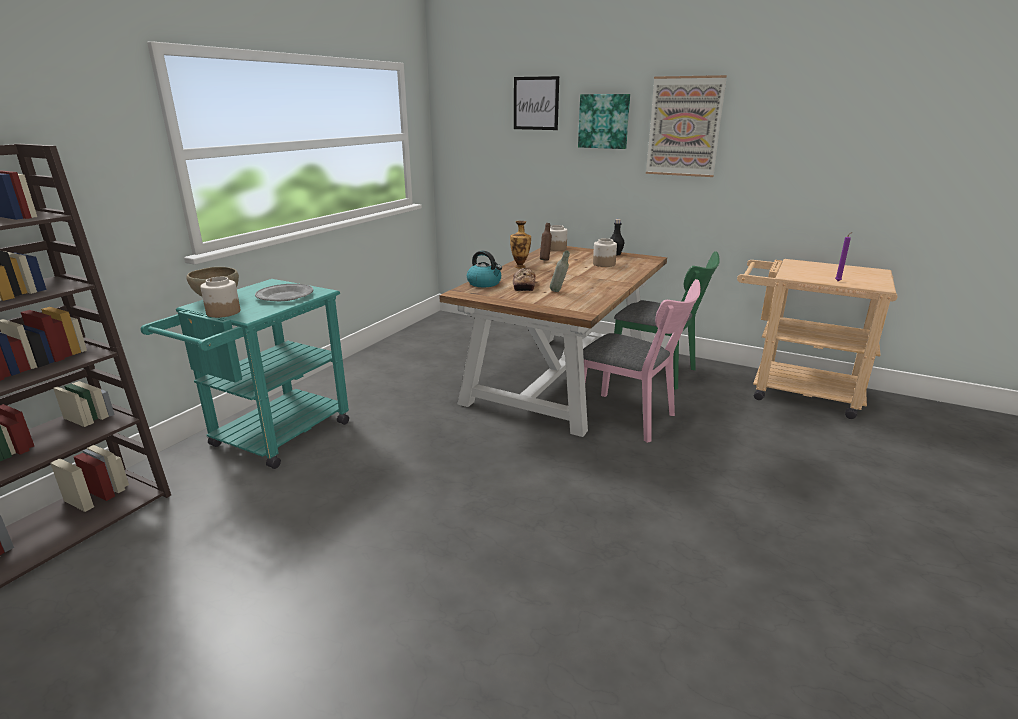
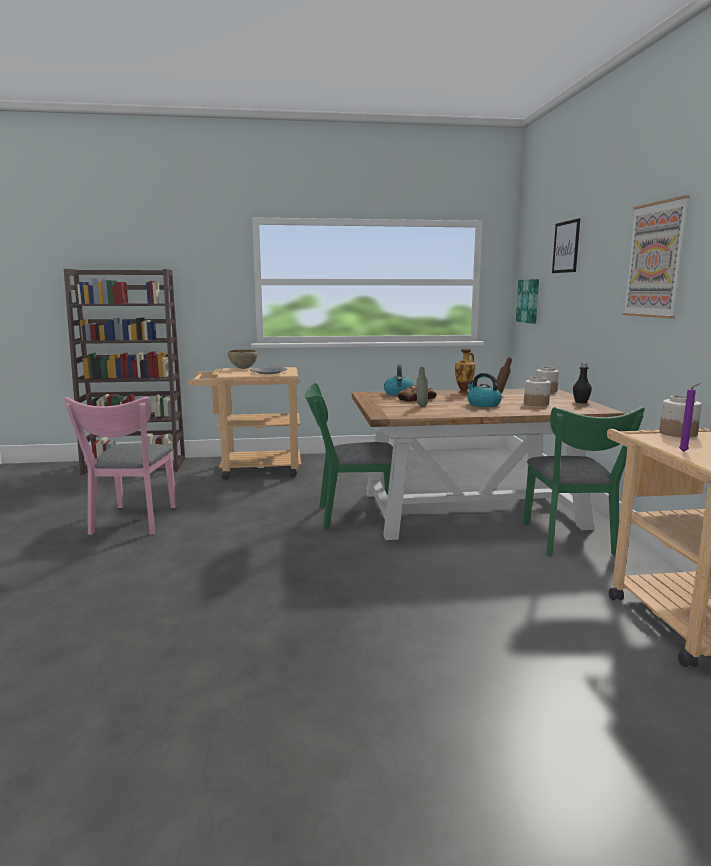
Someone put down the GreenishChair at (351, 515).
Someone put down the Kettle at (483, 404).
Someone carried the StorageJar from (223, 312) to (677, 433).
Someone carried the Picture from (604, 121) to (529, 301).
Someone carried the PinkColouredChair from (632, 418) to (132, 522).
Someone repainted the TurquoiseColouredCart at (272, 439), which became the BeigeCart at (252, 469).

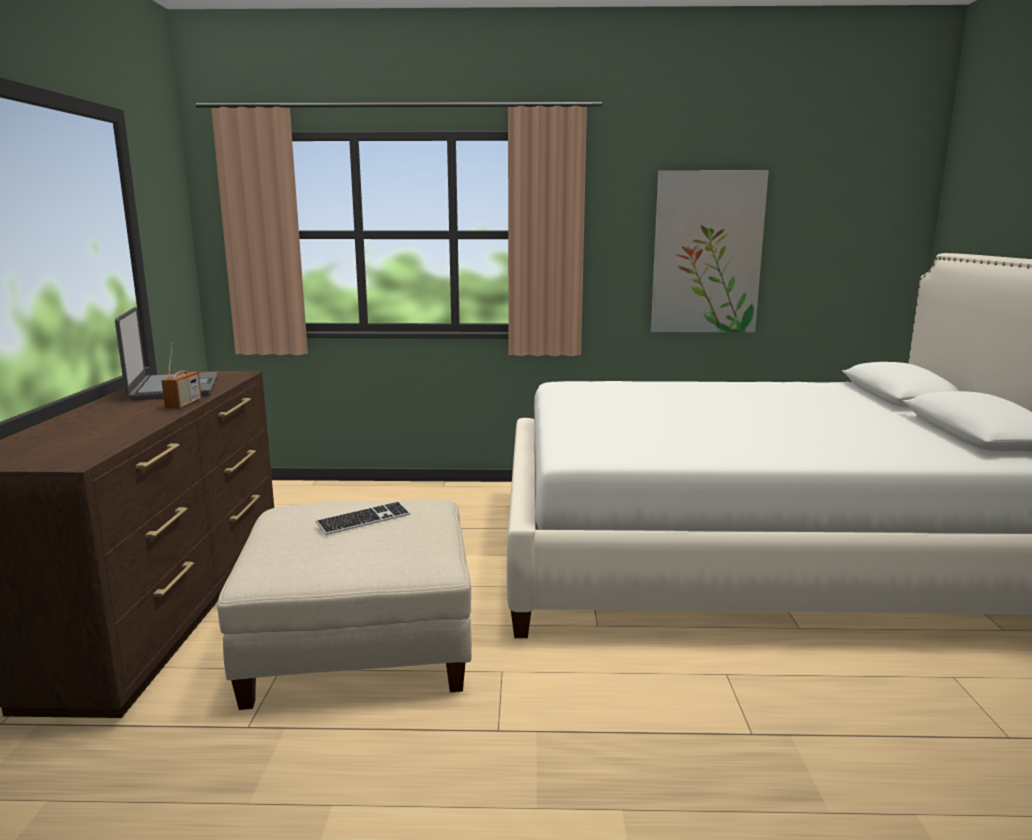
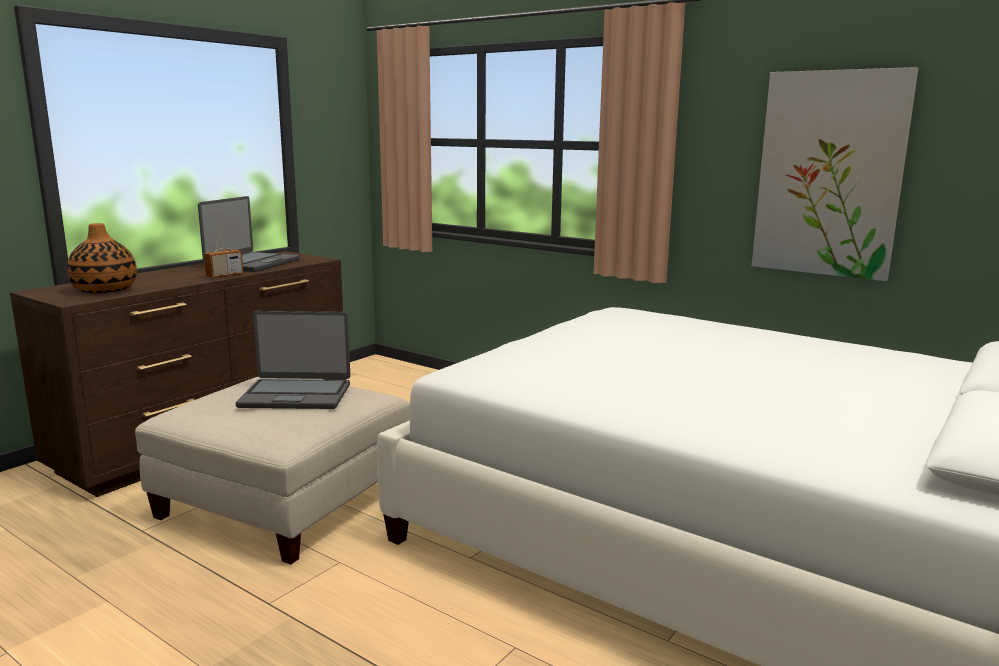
Someone put down the Vase at (105, 290).
Someone swapped the Keyboard at (364, 520) for the NotebookComputer at (296, 395).

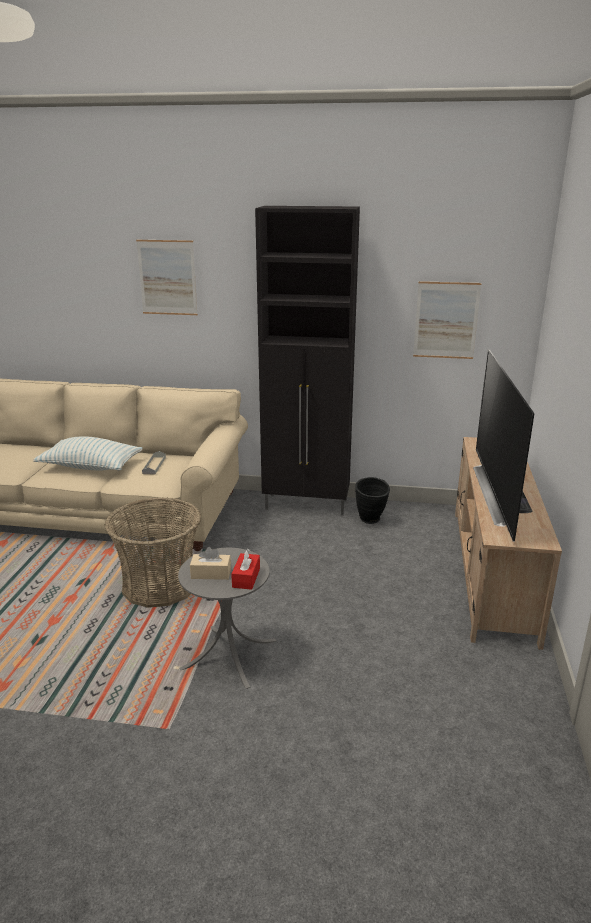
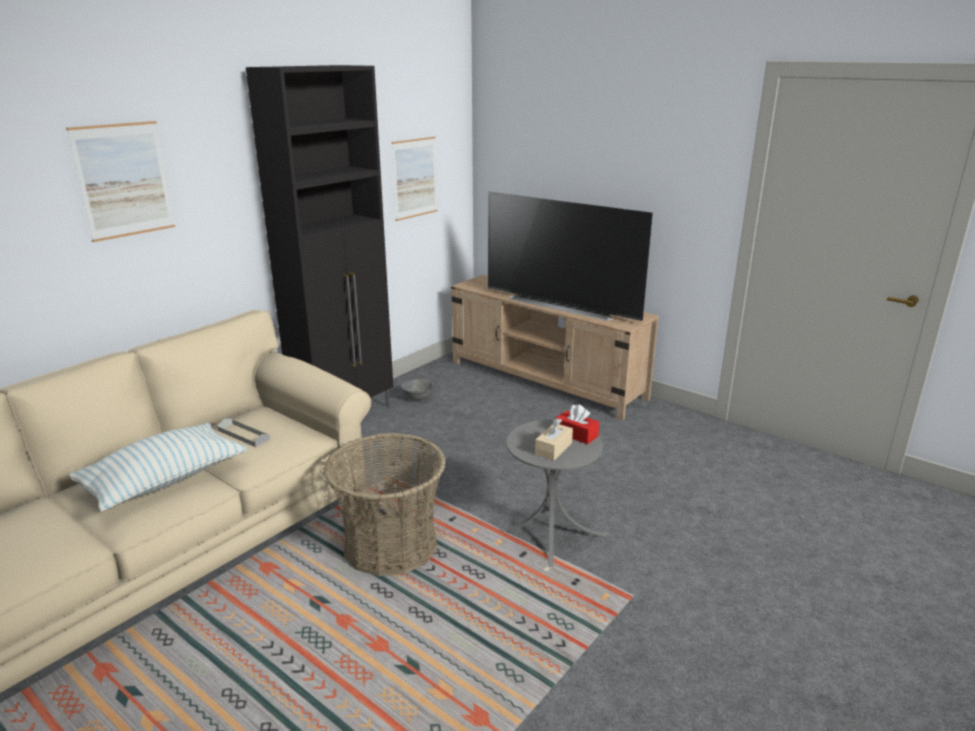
Someone swapped the BlackishVase at (371, 521) for the GreyBowl at (417, 398).

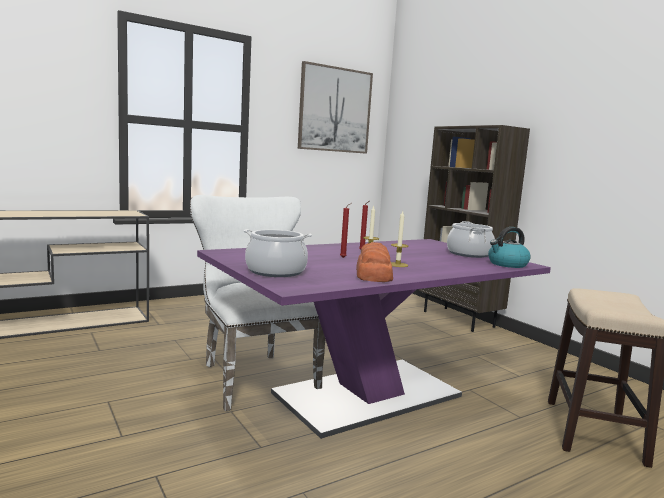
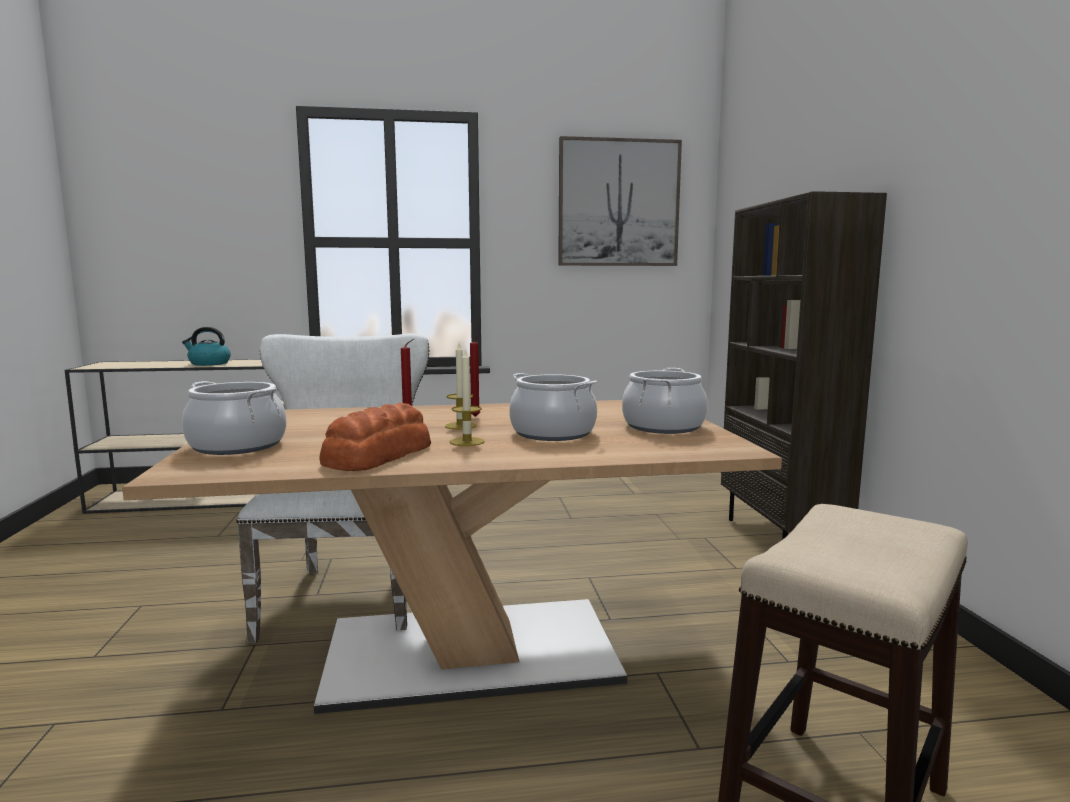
Someone put down the Saucepot at (553, 433).
Someone carried the Kettle from (507, 264) to (208, 363).
Someone repainted the PurplishKitchenTable at (368, 394), which became the BrownColouredKitchenTable at (471, 652).

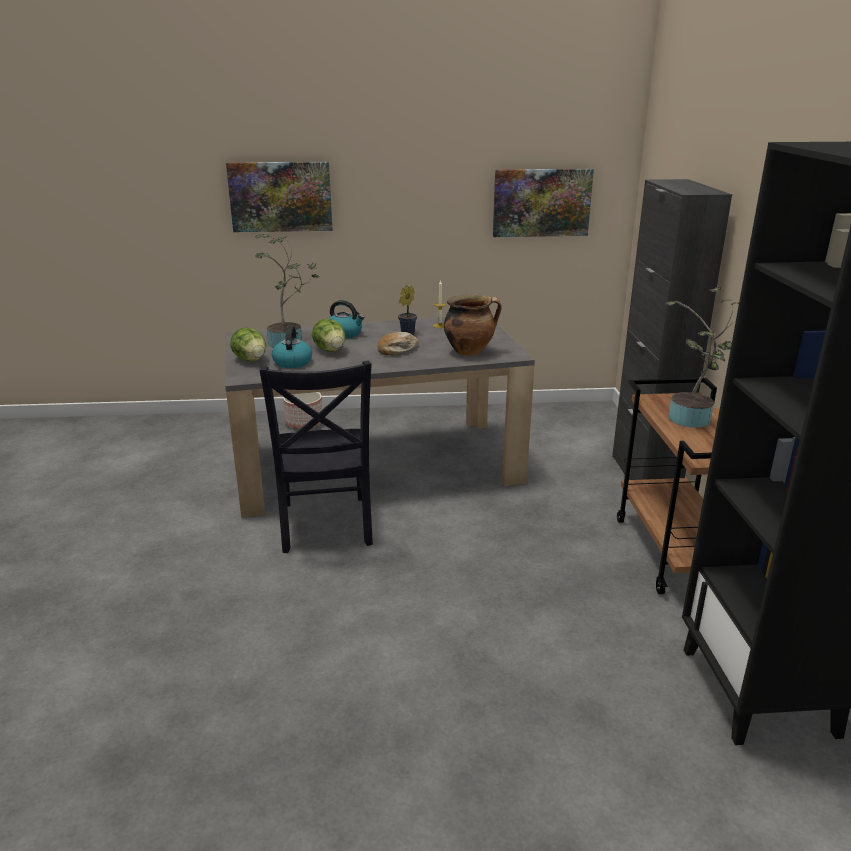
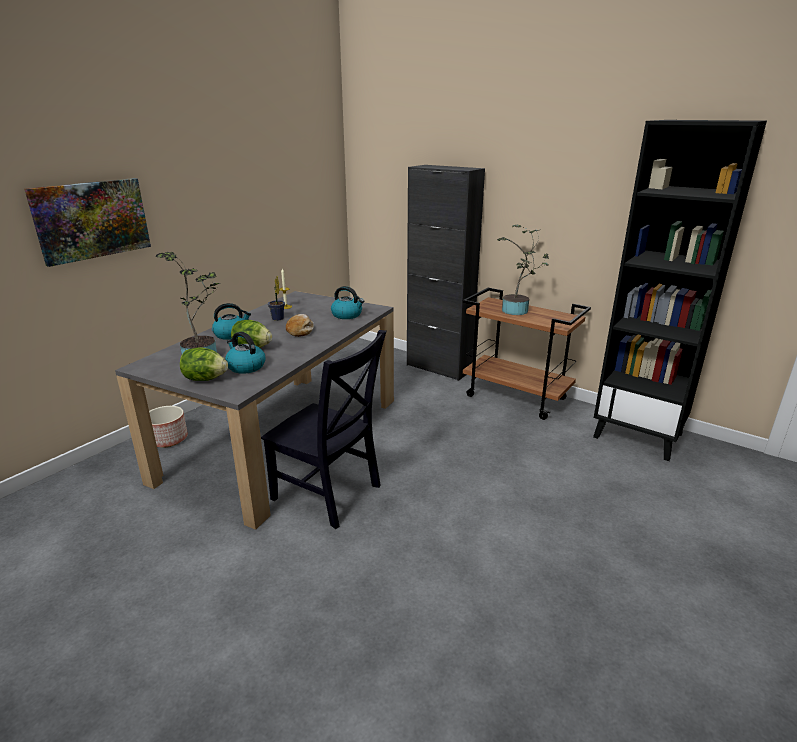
Someone took away the Picture at (541, 202).
Someone swapped the Saucepot at (470, 351) for the Kettle at (347, 315).

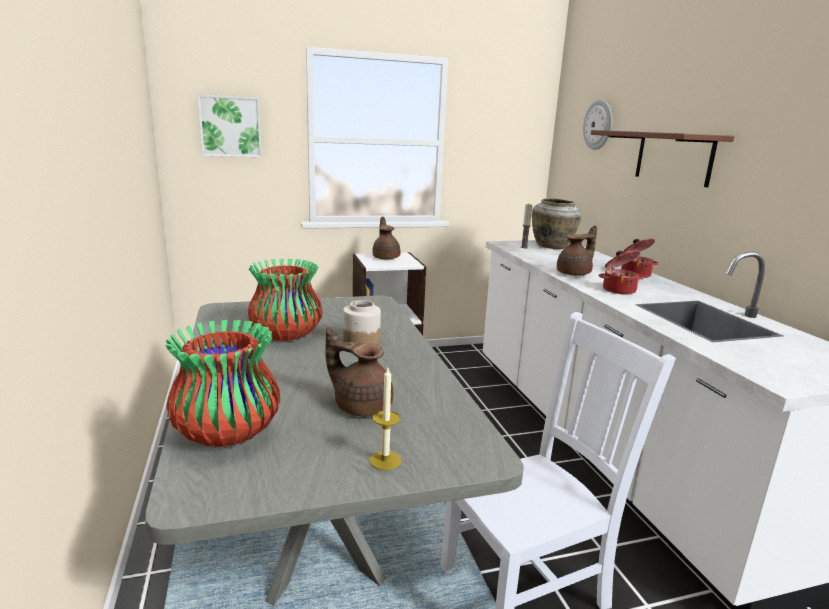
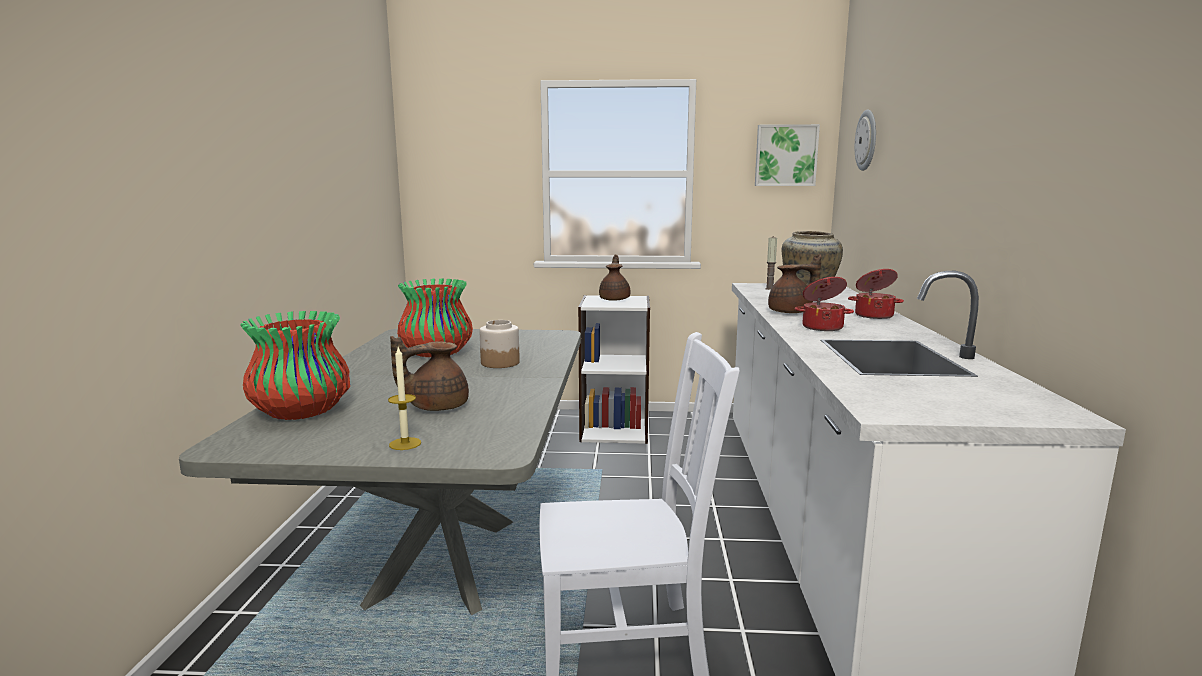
Someone took away the BrownColouredShelf at (673, 157).
Someone carried the Picture from (230, 126) to (785, 155).
Someone rotated the BrownColouredTeapot at (361, 405) by 75 degrees counterclockwise.

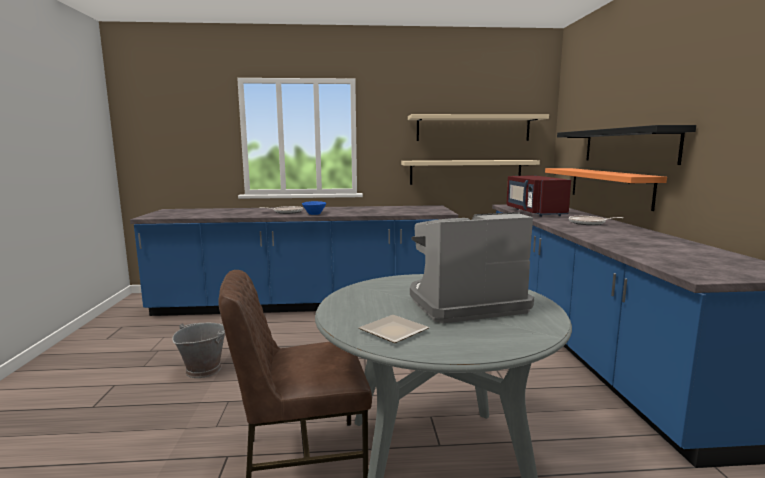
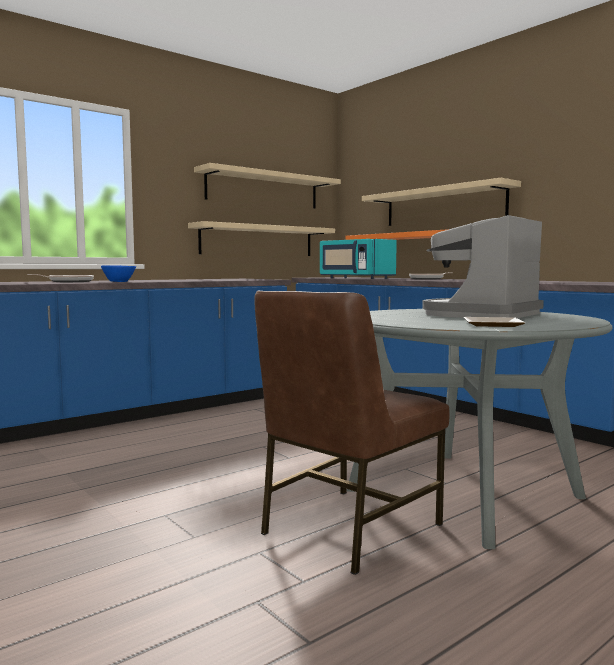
Someone took away the GreyBucket at (203, 369).
Someone repainted the RedKitchenMicrowave at (534, 212), which became the TurquoiseColouredKitchenMicrowave at (355, 278).
Someone repainted the BlackishShelf at (628, 146), which became the BeigeShelf at (443, 206).

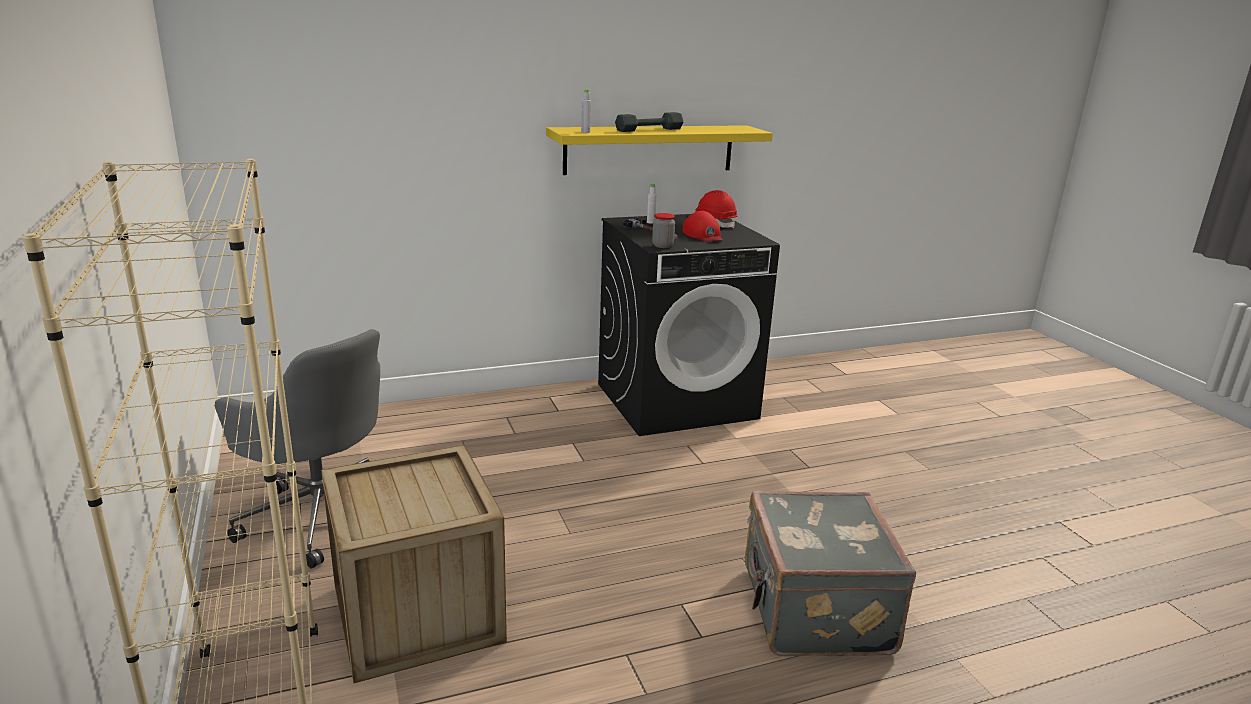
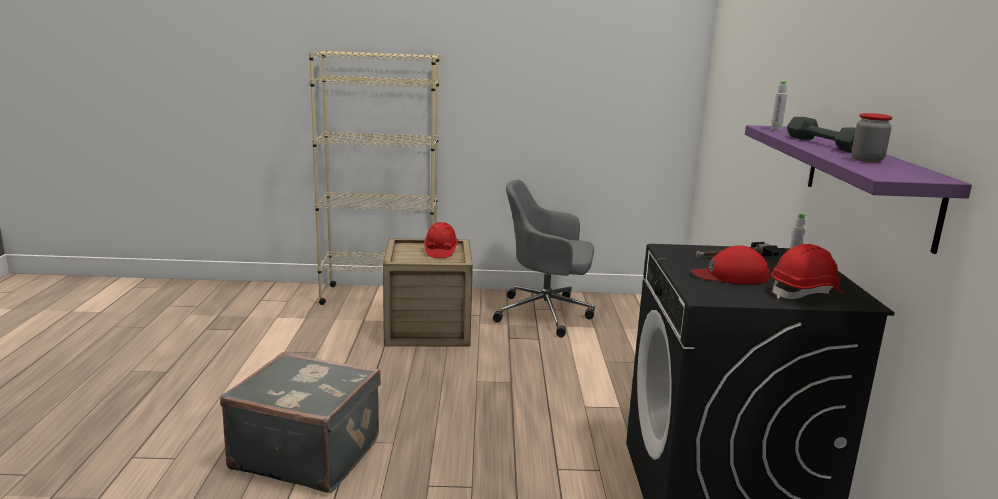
Someone put down the RedSafetyHelmet at (440, 251).
Someone carried the StorageJar from (662, 246) to (867, 160).
Someone repainted the YellowColouredShelf at (649, 149), which became the PurplishShelf at (868, 182).
Someone rotated the GreyDeskChair at (321, 513) by 45 degrees clockwise.

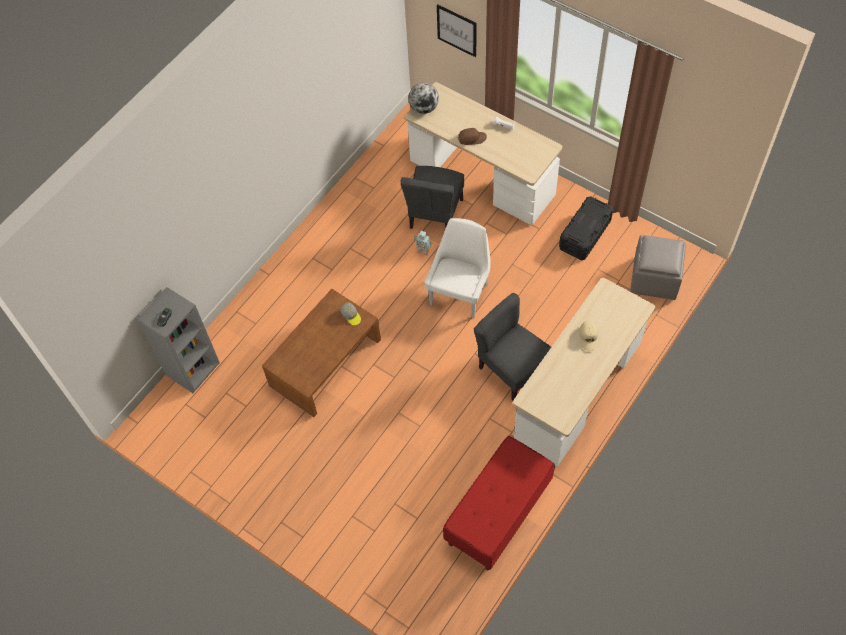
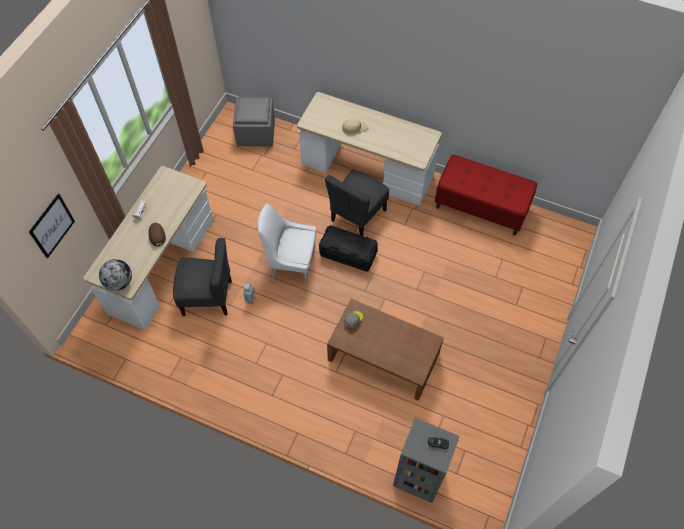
Someone carried the BlackishStorageContainer from (585, 235) to (348, 254).

